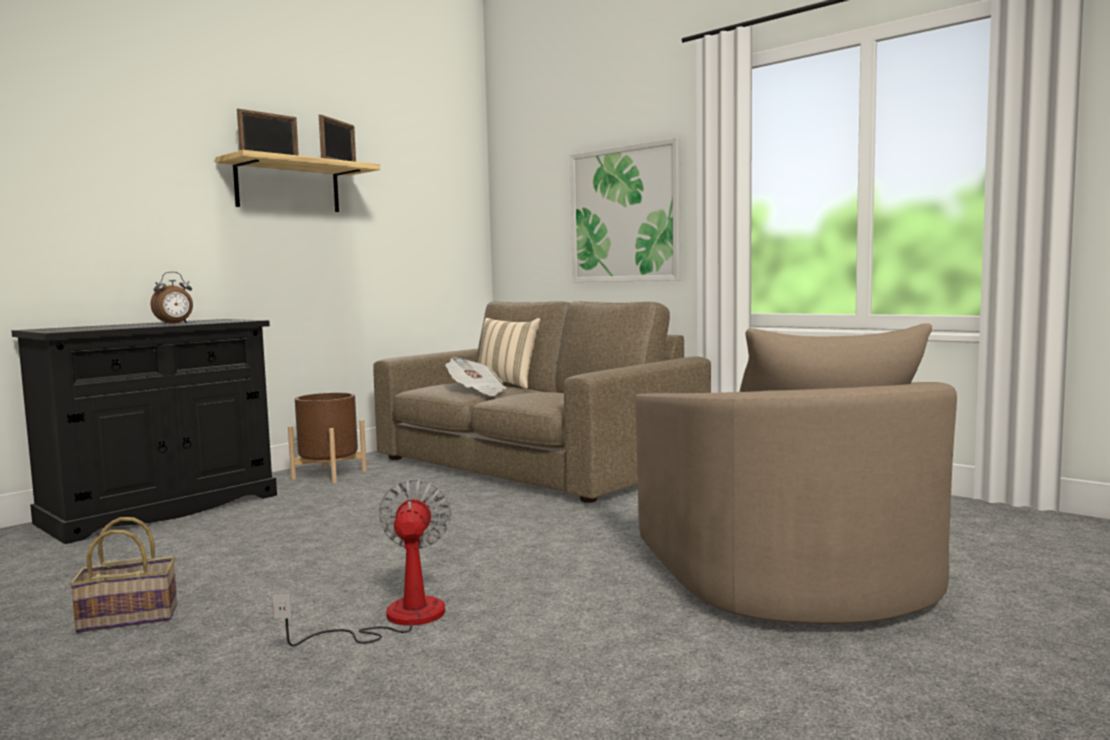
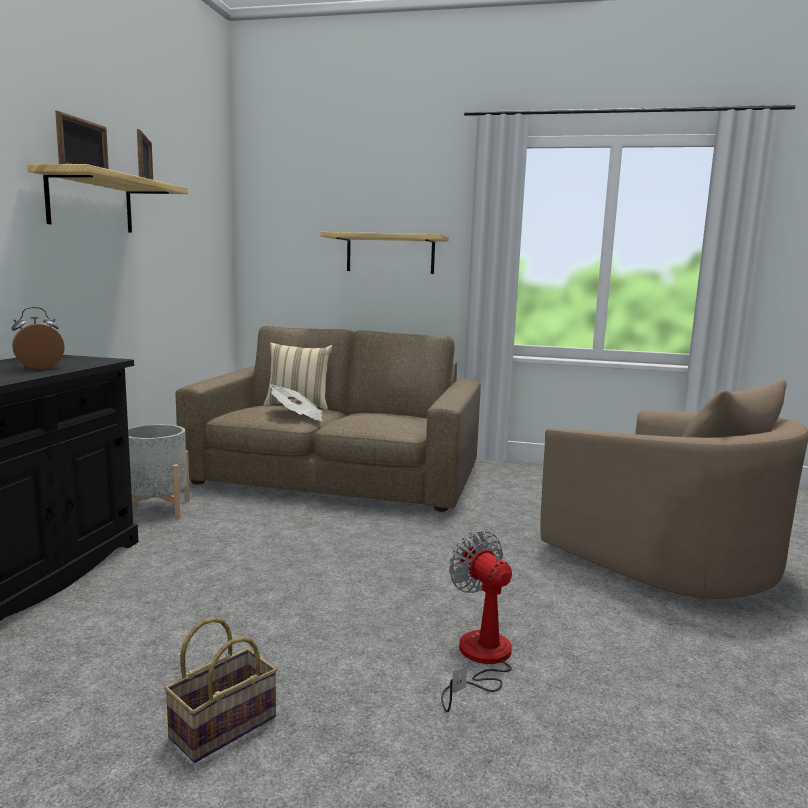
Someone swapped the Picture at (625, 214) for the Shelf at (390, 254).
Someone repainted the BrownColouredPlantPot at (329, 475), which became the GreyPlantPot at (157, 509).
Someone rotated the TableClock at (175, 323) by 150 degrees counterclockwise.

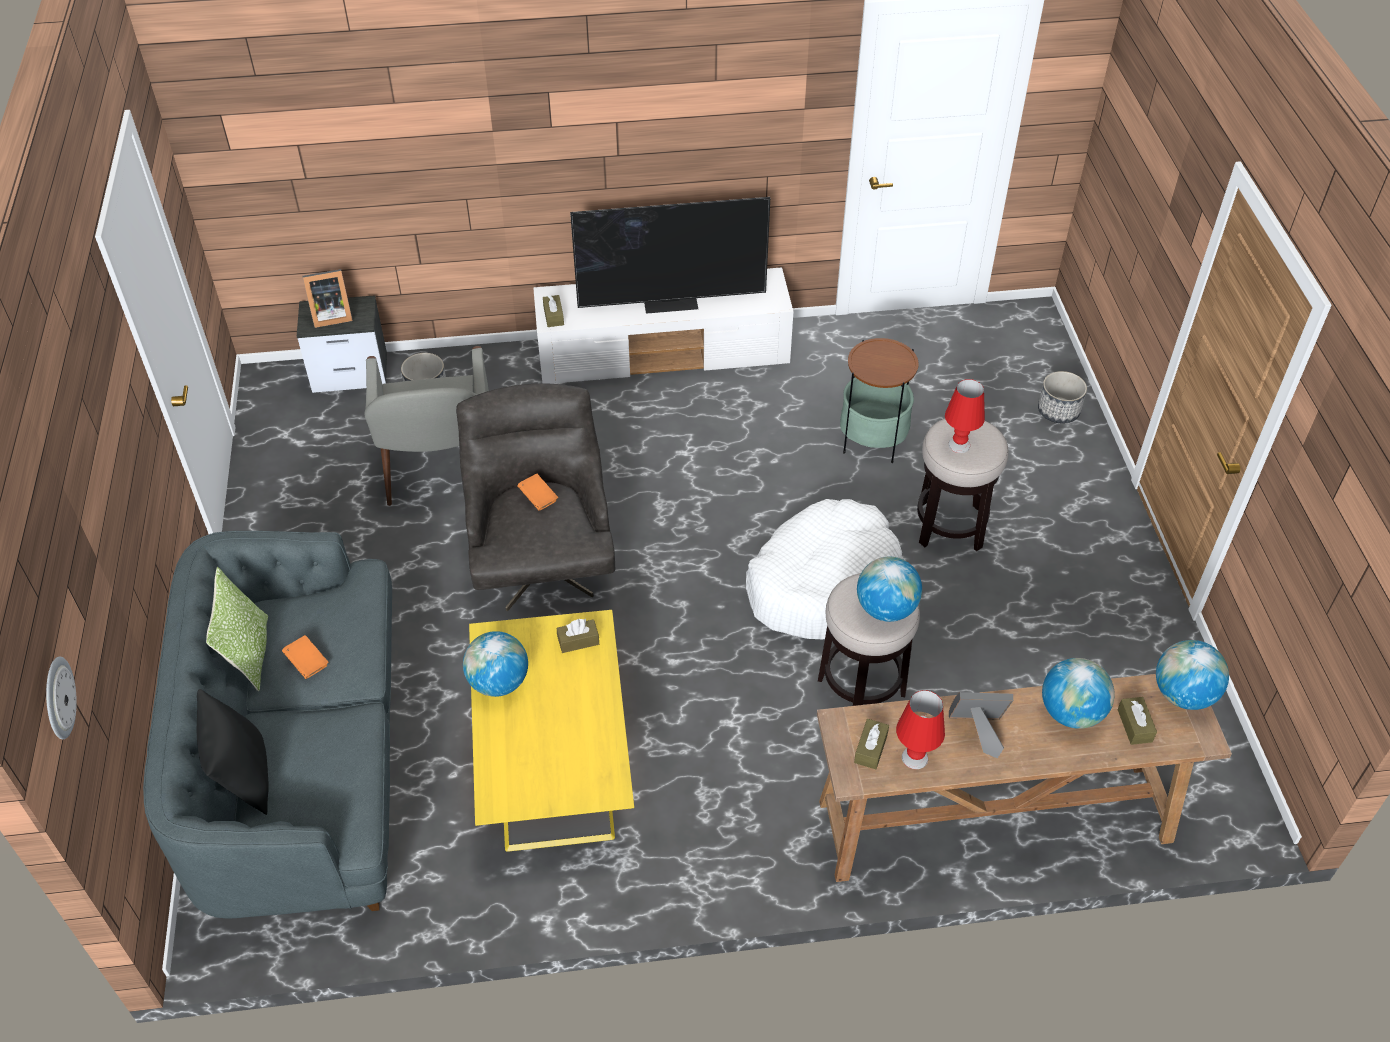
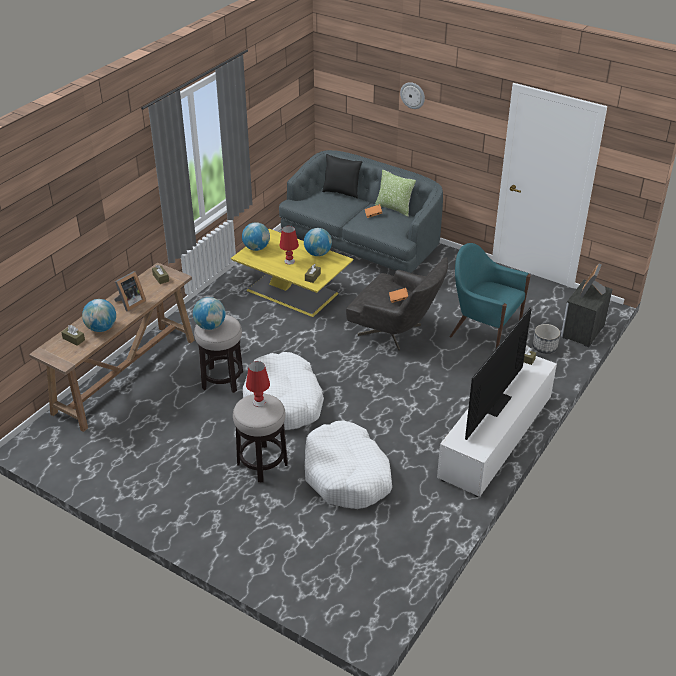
Someone took away the PlantPot at (1058, 411).
Someone carried the ClockOnTheWall from (58, 698) to (413, 95).
Someone carried the RedTabletopLamp from (914, 757) to (289, 261).
Someone carried the Globe from (1183, 694) to (256, 248).
Someone swapped the AccentTable at (872, 440) for the WhiteDogBed at (347, 475).
Someone repainted the GreyEasyChair at (440, 468), which became the TurquoiseColouredEasyChair at (483, 329).

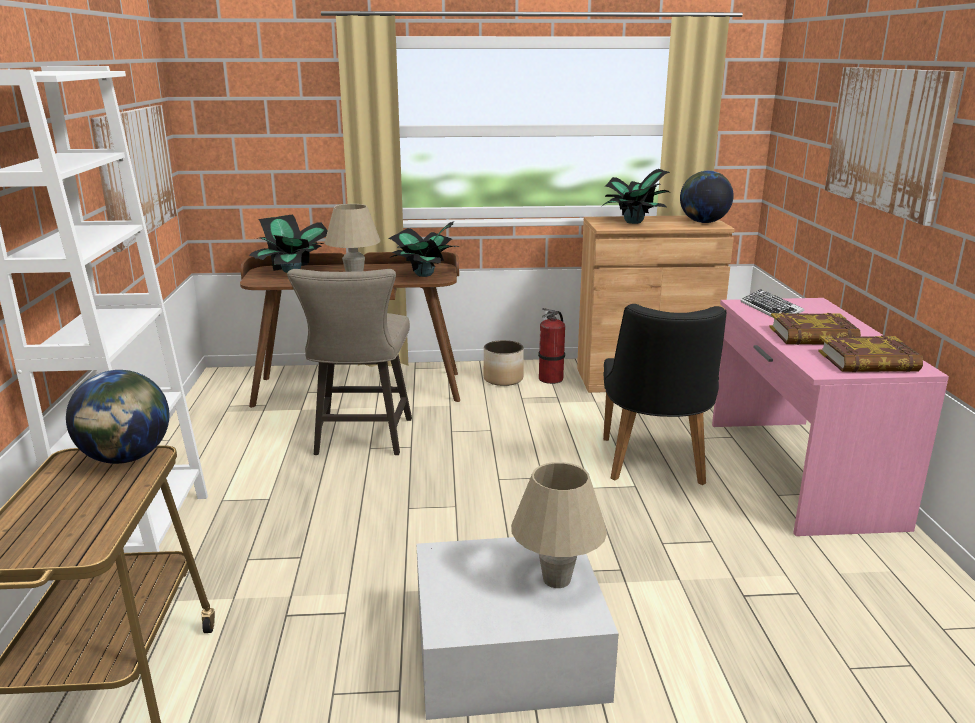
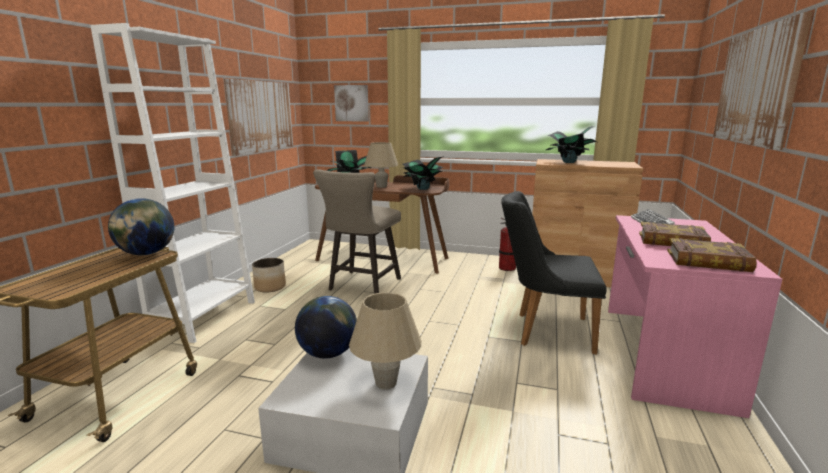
Someone put up the Picture at (352, 103).
Someone carried the PlantPot from (503, 379) to (270, 287).
Someone carried the Globe from (703, 222) to (328, 353).
Someone rotated the BlackishChair at (654, 466) by 75 degrees clockwise.

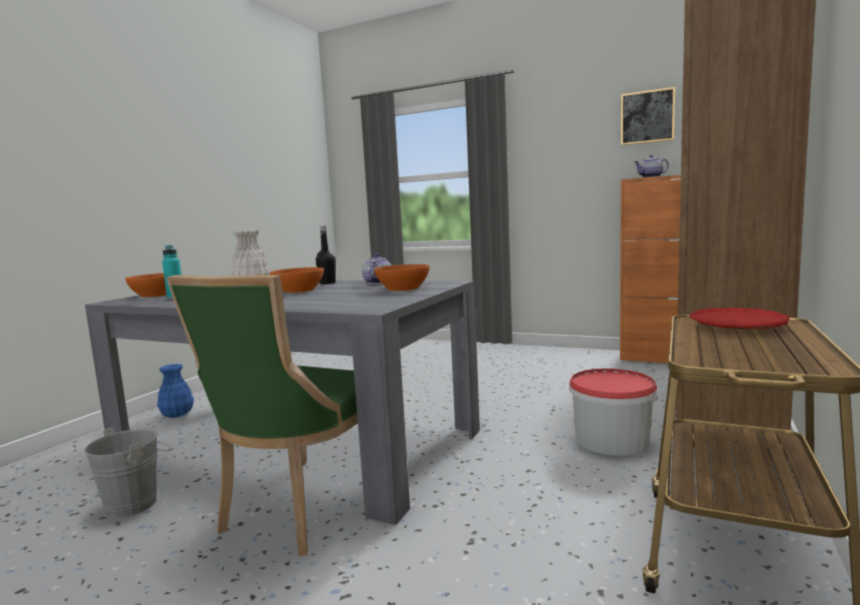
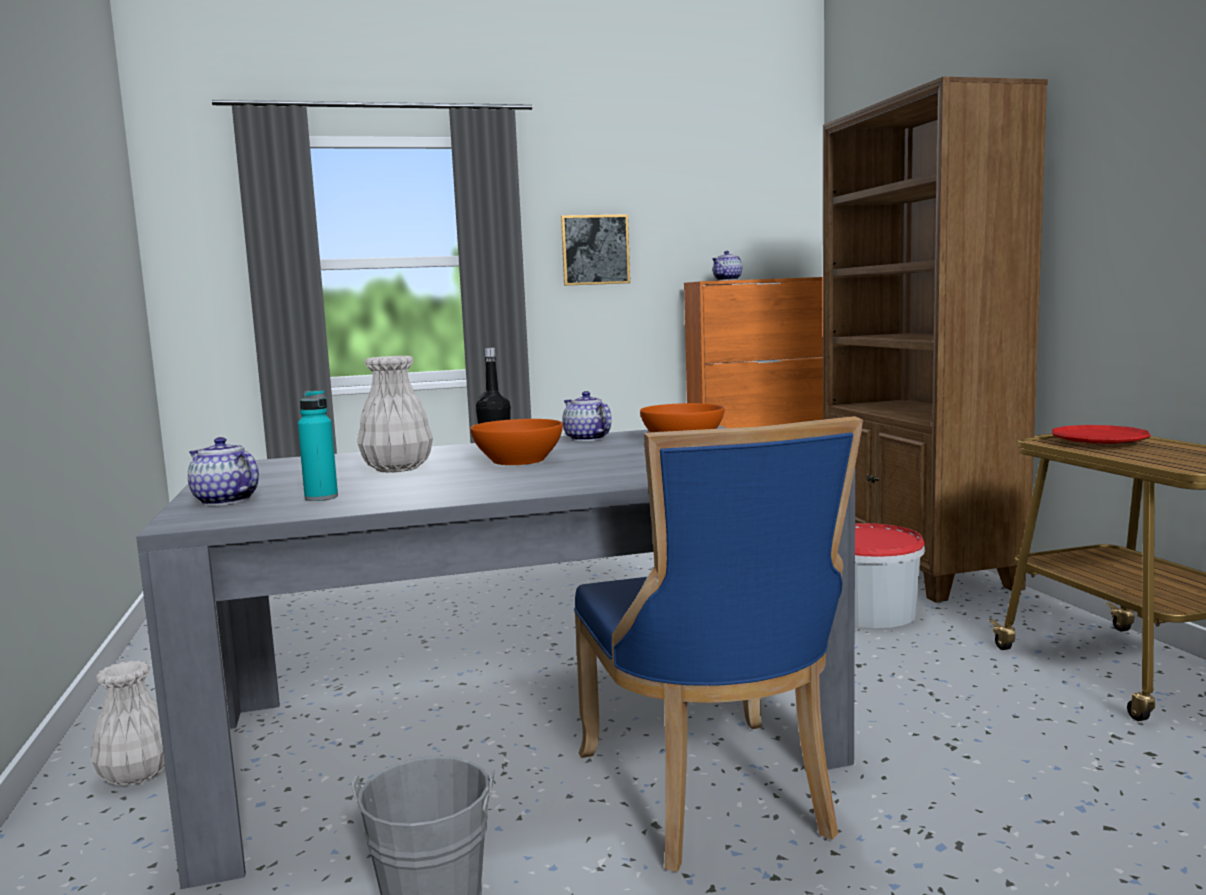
Someone carried the Picture from (647, 117) to (595, 250).
Someone swapped the OrangeyBowl at (156, 295) for the Teapot at (224, 501).
Someone repainted the BlueVase at (177, 414), which became the WhiteVase at (136, 775).
Someone repainted the GreenishChair at (303, 507), which became the BlueChair at (712, 796).

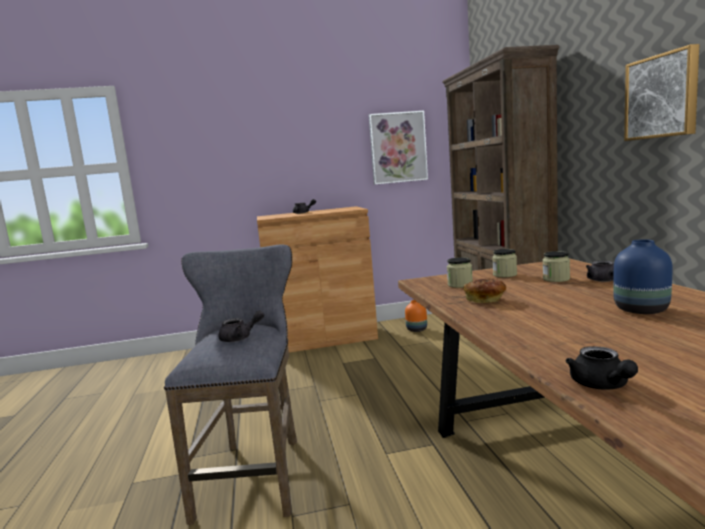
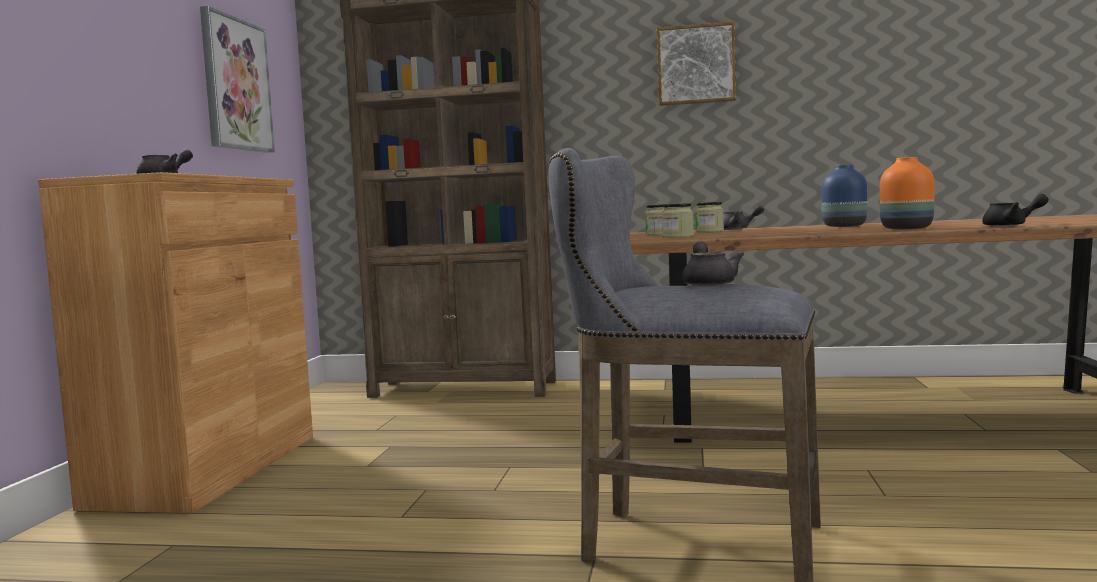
Someone took away the BakeryBread at (485, 300).
Someone carried the OrangeyVase from (417, 330) to (908, 229).

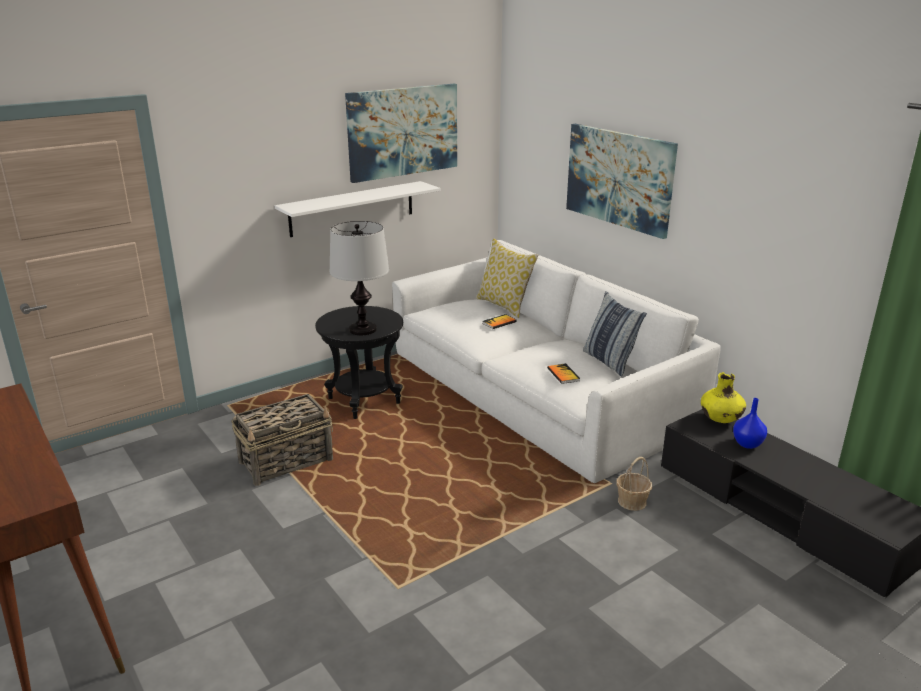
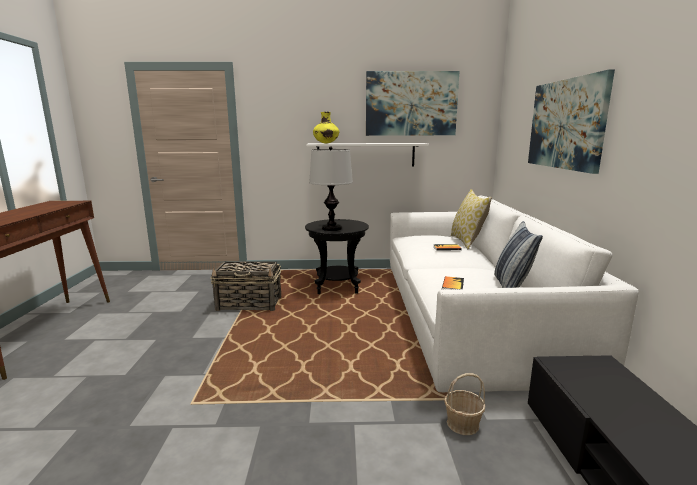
Someone took away the BlueVase at (748, 444).
Someone carried the YellowColouredVase from (720, 419) to (326, 143).

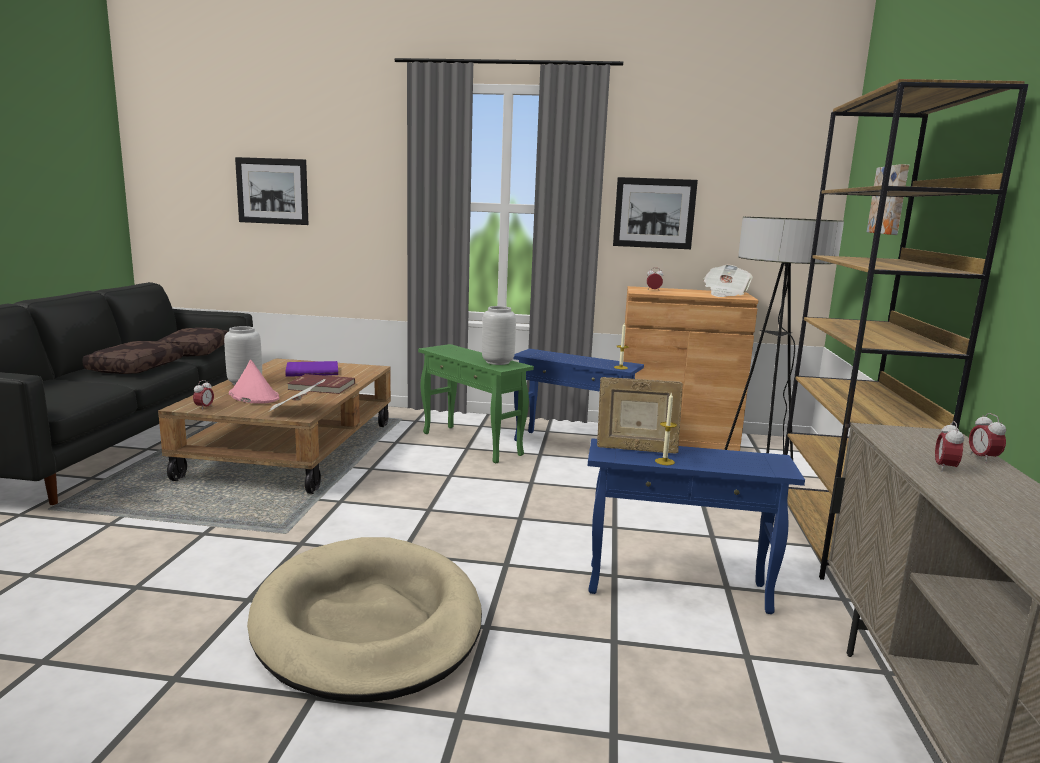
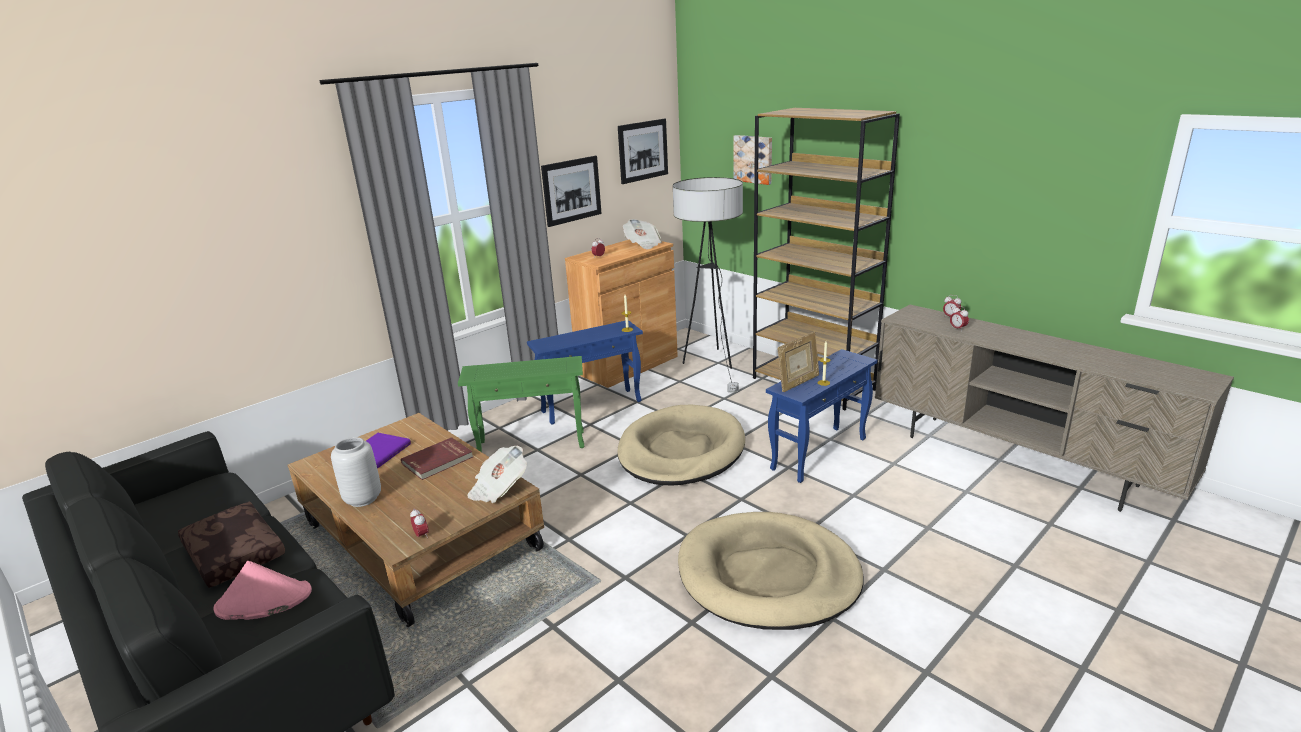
Someone took away the BrownColouredPillow at (193, 351).
Someone took away the GreyVase at (498, 362).
Someone put down the BeigeDogBed at (681, 451).
Someone carried the PinkColouredHat from (253, 396) to (263, 601).
Someone carried the Picture from (272, 191) to (643, 150).

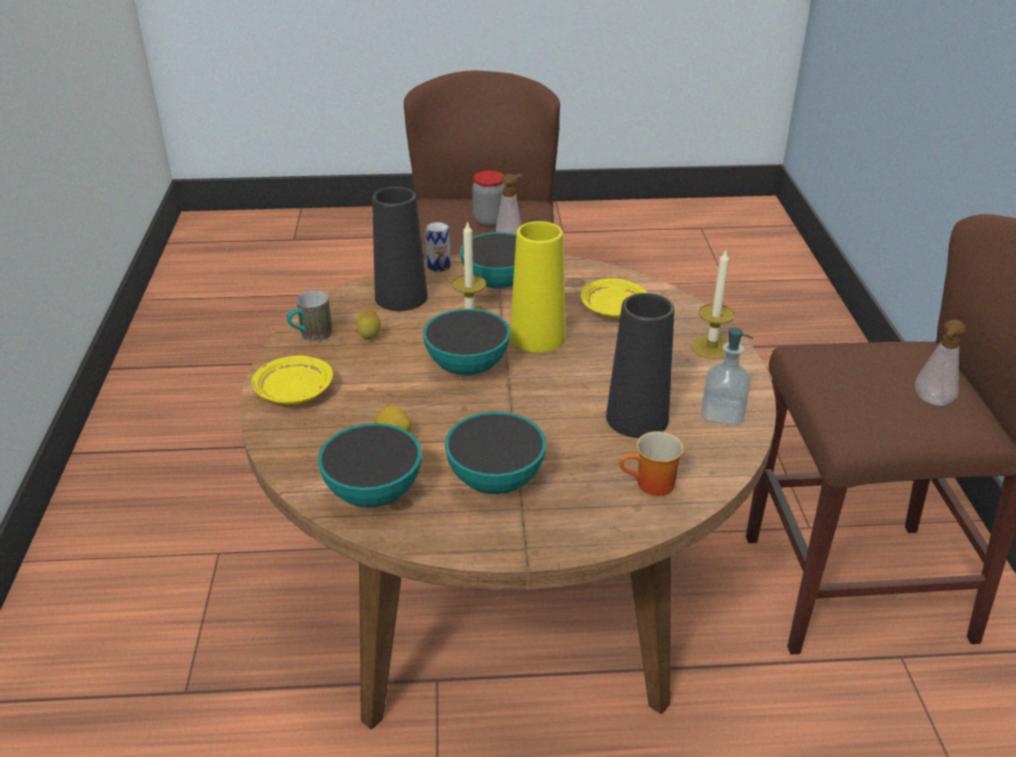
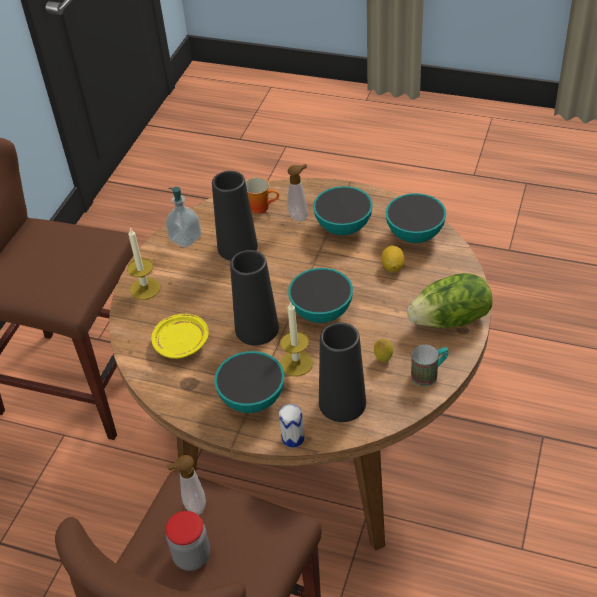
Someone carried the SoapDispenser from (931, 402) to (299, 216).
Someone swapped the YellowColouredPlate at (293, 392) for the Lettuce at (451, 320).
Someone repainted the YellowColouredVase at (537, 337), which became the BlackishVase at (257, 329).

